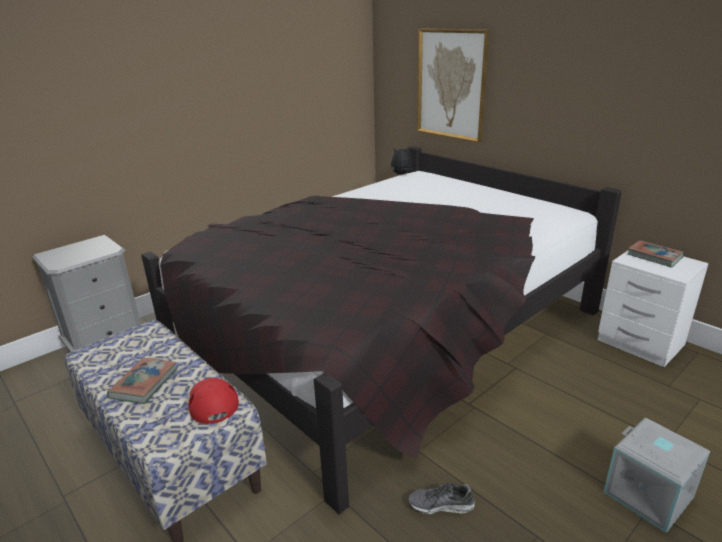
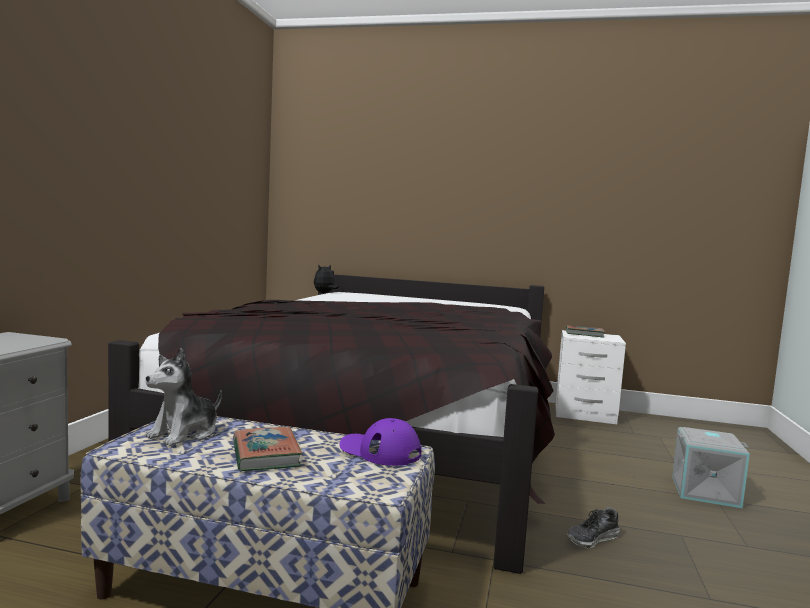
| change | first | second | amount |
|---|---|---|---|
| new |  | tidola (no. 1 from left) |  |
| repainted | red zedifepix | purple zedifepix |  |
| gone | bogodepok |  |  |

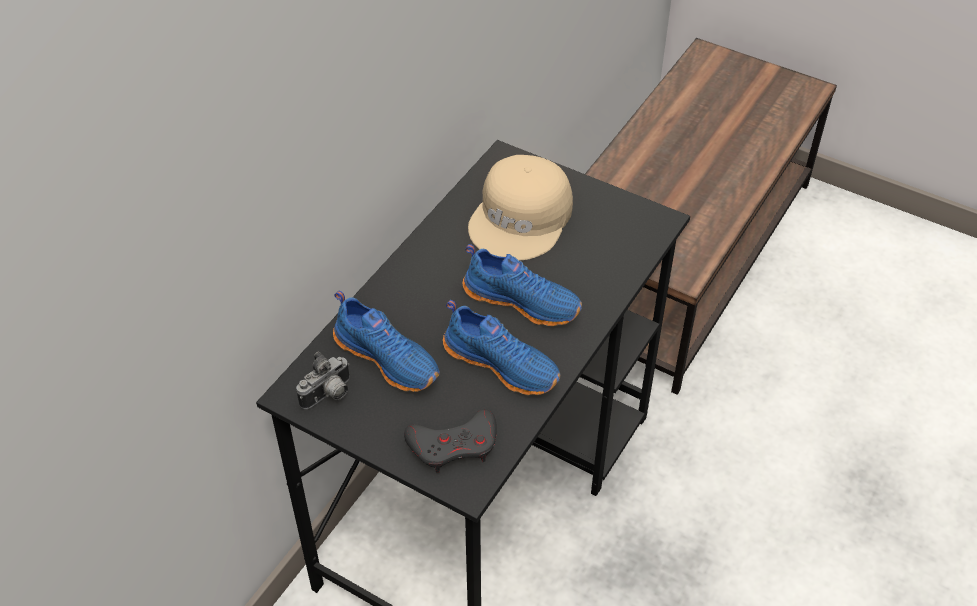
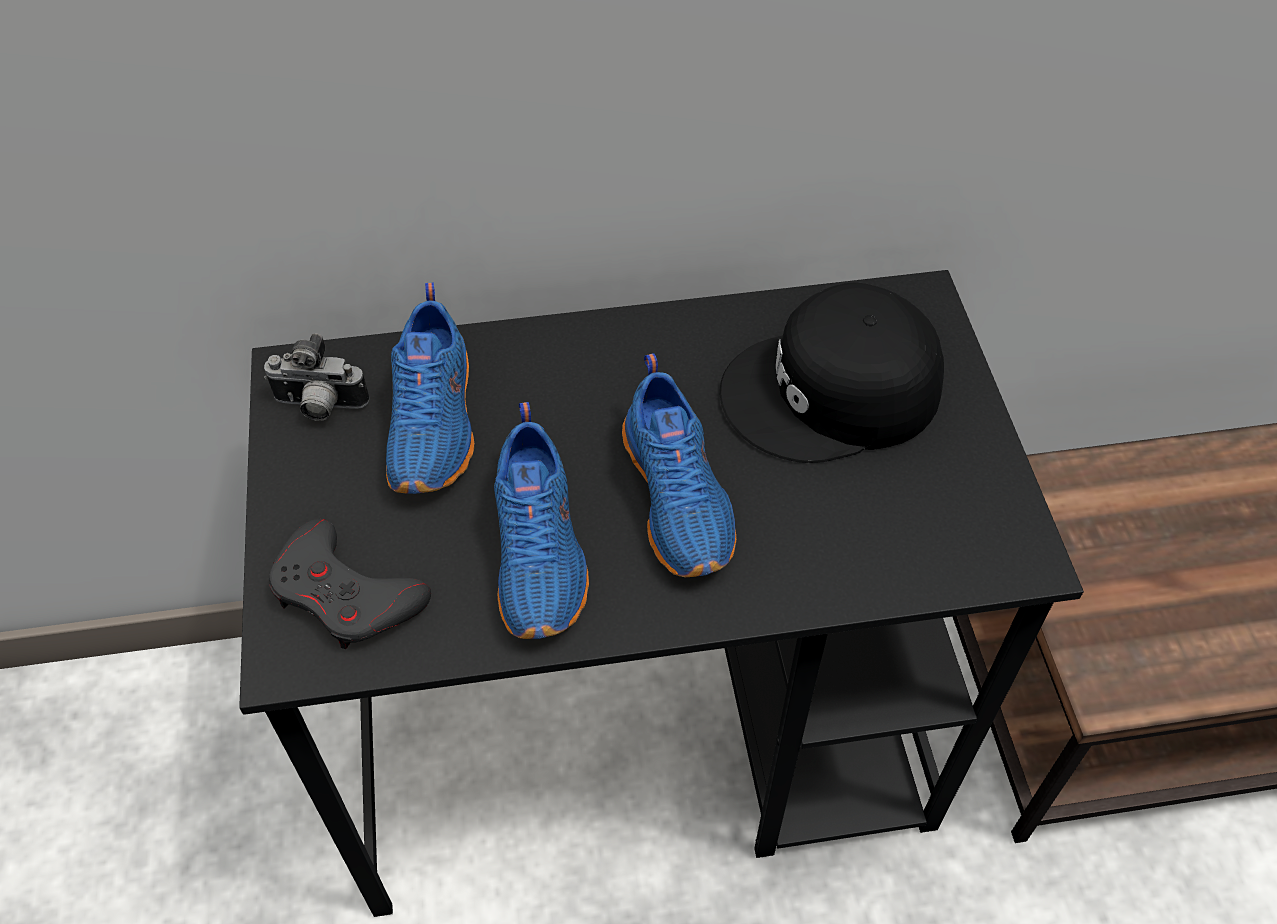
| change | first | second | amount |
|---|---|---|---|
| repainted | beige zedifepix | black zedifepix |  |

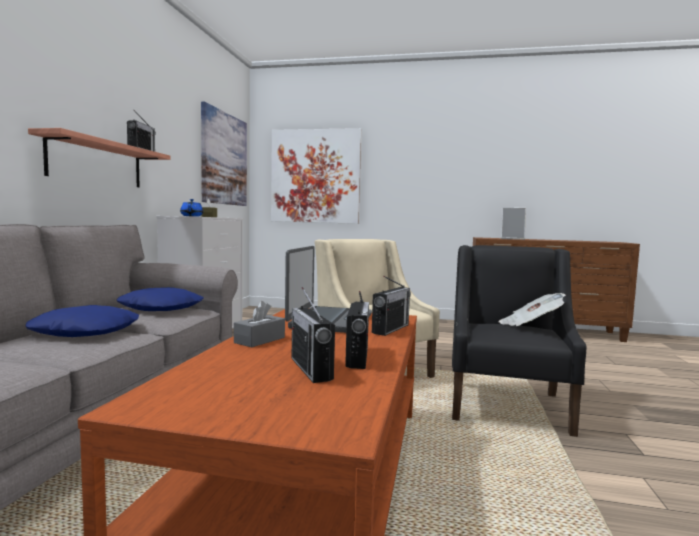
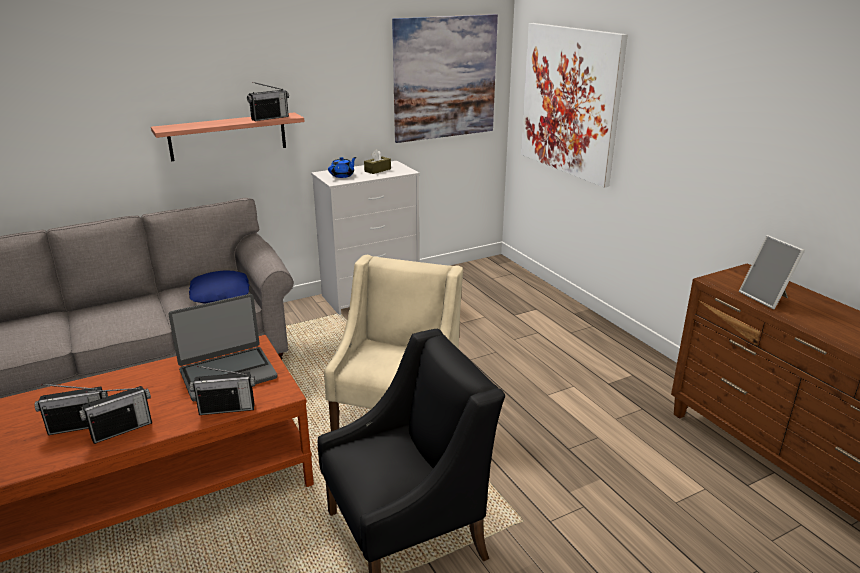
| change | first | second | amount |
|---|---|---|---|
| rotated | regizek (no. 2 from left in the first image) | regizek (no. 1 from left) | 135 degrees counterclockwise |
| gone | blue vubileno (no. 1 from left) |  |  |
| gone | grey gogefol |  |  |
| gone | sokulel |  |  |

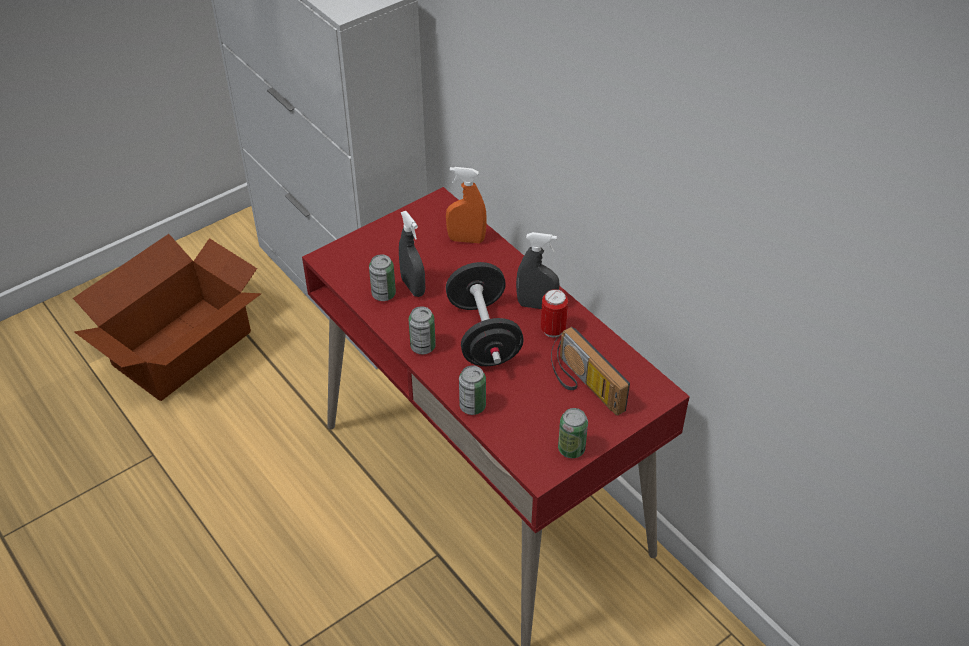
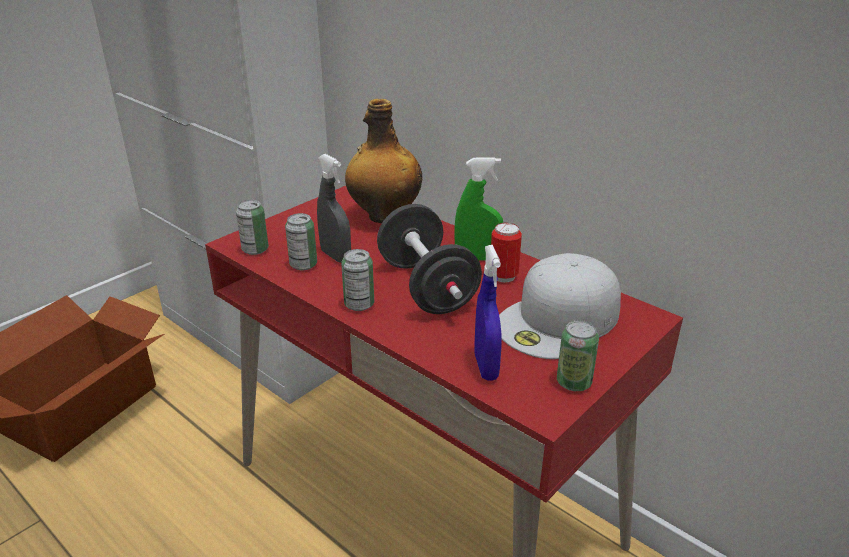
| change | first | second | amount |
|---|---|---|---|
| shifted | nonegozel (no. 3 from left in the first image) | nonegozel (no. 1 from left) |  |
| swapped | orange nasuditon | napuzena |  |
| repainted | grey nasuditon (no. 2 from left) | green nasuditon |  |
| new |  | blue nasuditon |  |
| swapped | regizek | white zedifepix |  |

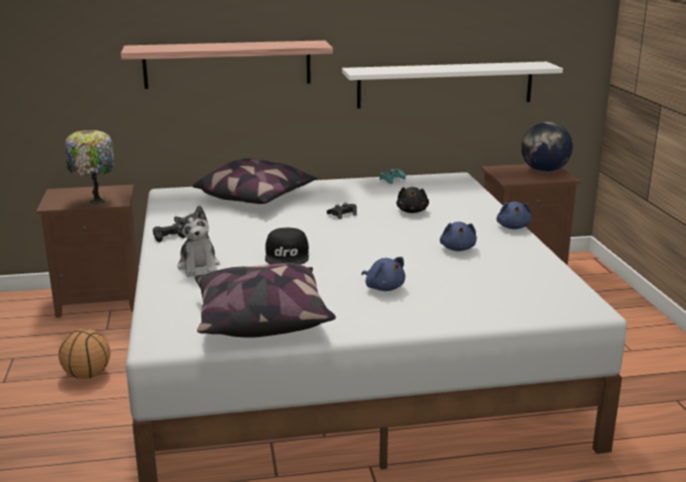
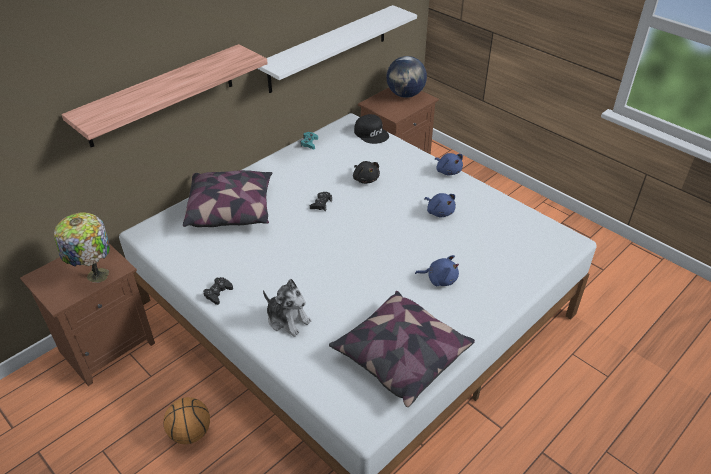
| change | first | second | amount |
|---|---|---|---|
| shifted | black zedifepix |  |  |

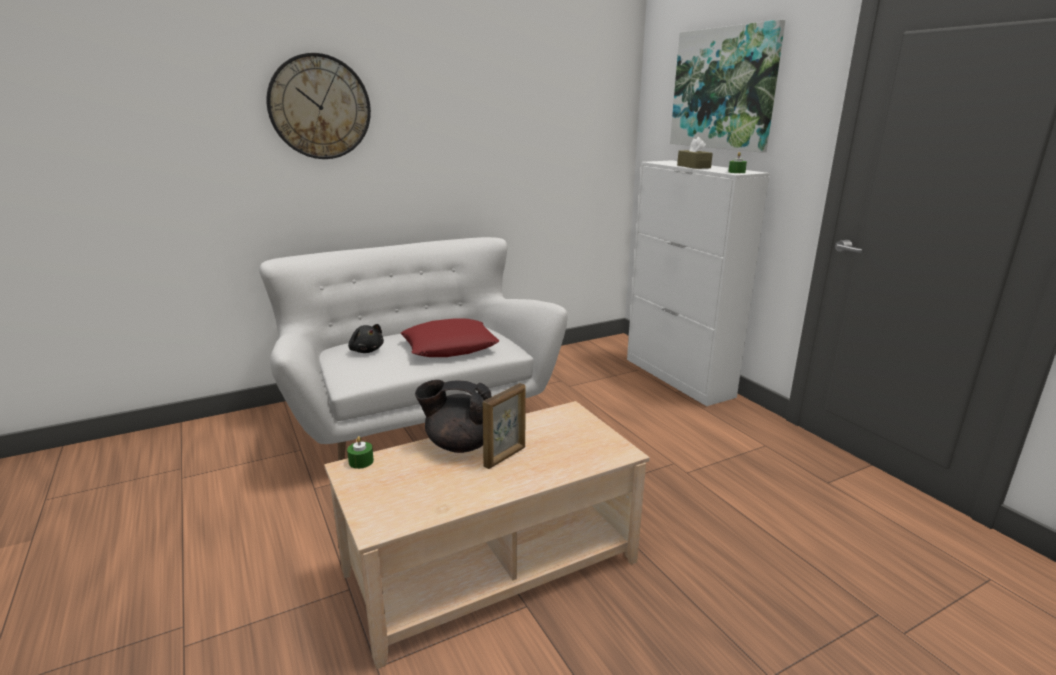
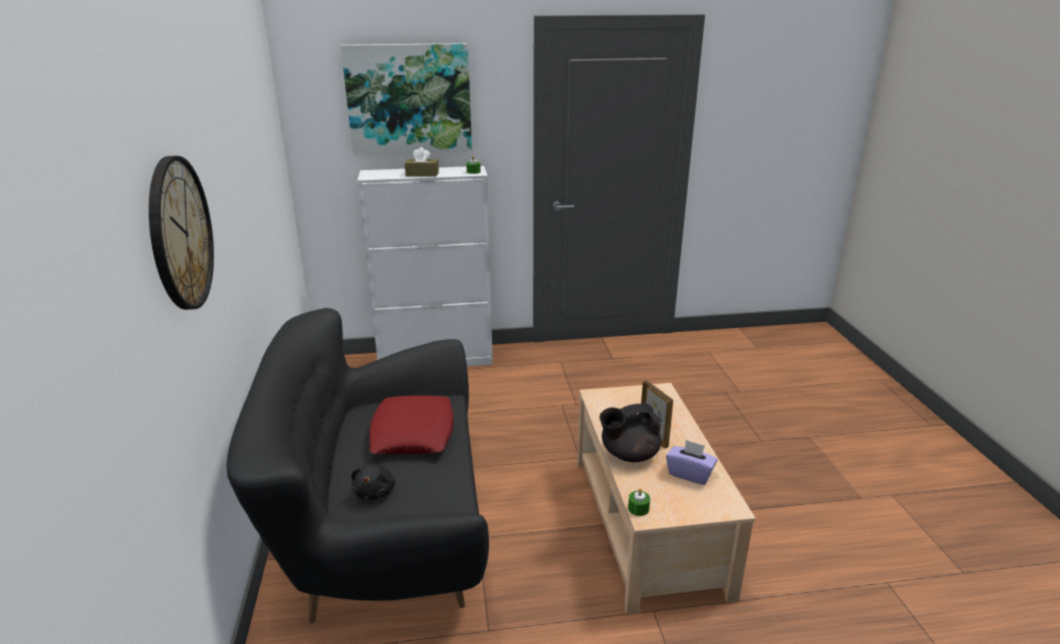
| change | first | second | amount |
|---|---|---|---|
| repainted | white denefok | black denefok |  |
| rotated | black tidola |  | 120 degrees clockwise |
| rotated | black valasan |  | 45 degrees clockwise |
| new |  | purple gogefol |  |

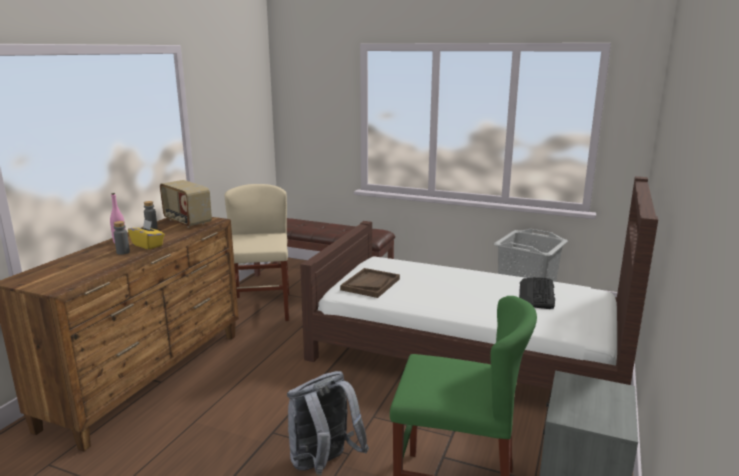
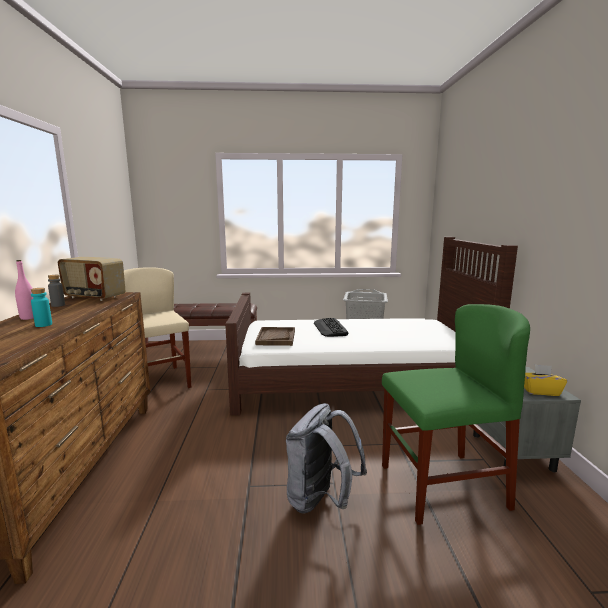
| change | first | second | amount |
|---|---|---|---|
| repainted | grey napuzena (no. 1 from left) | turquoise napuzena |  |
| shifted | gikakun |  |  |
| shifted | yellow gogefol |  |  |

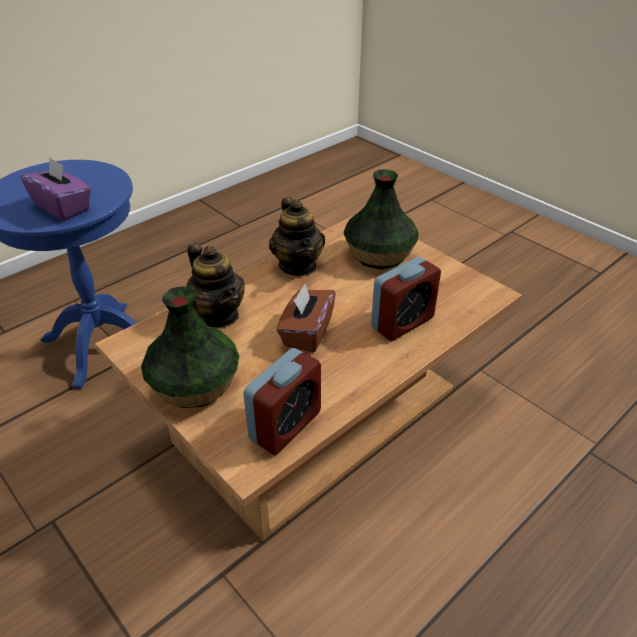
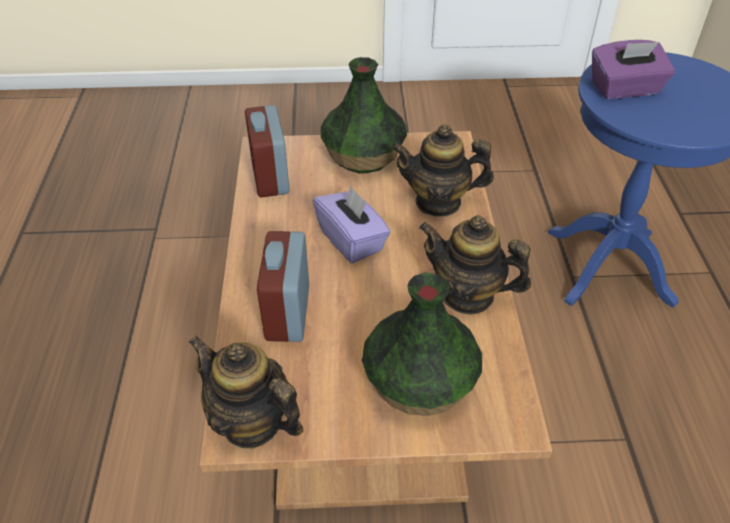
| change | first | second | amount |
|---|---|---|---|
| new |  | valasan (no. 1 from left) |  |
| repainted | brown gogefol | purple gogefol (no. 1 from left) |  |

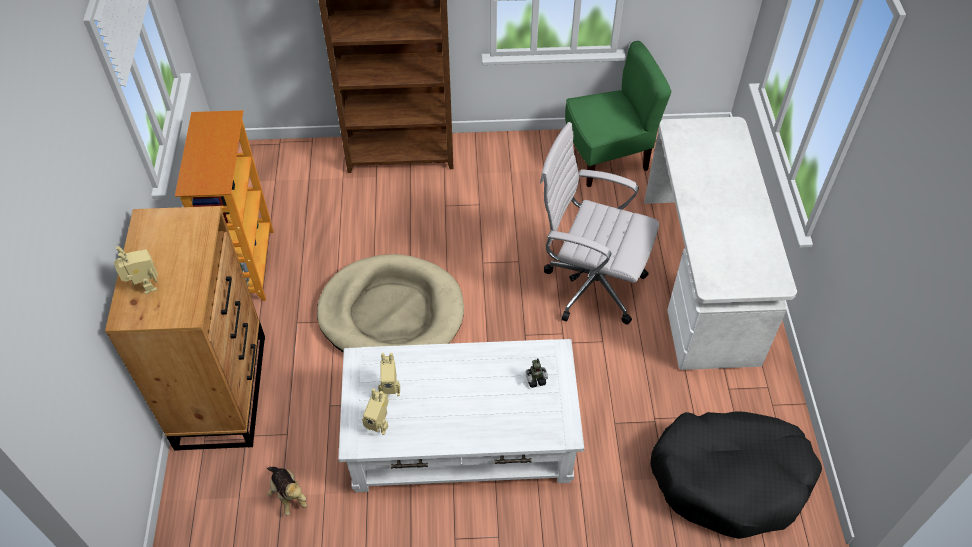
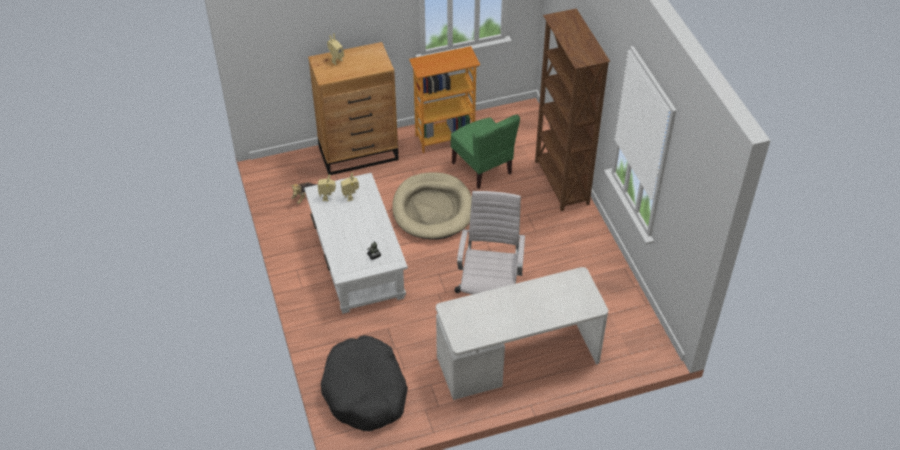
| change | first | second | amount |
|---|---|---|---|
| shifted | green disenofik |  |  |

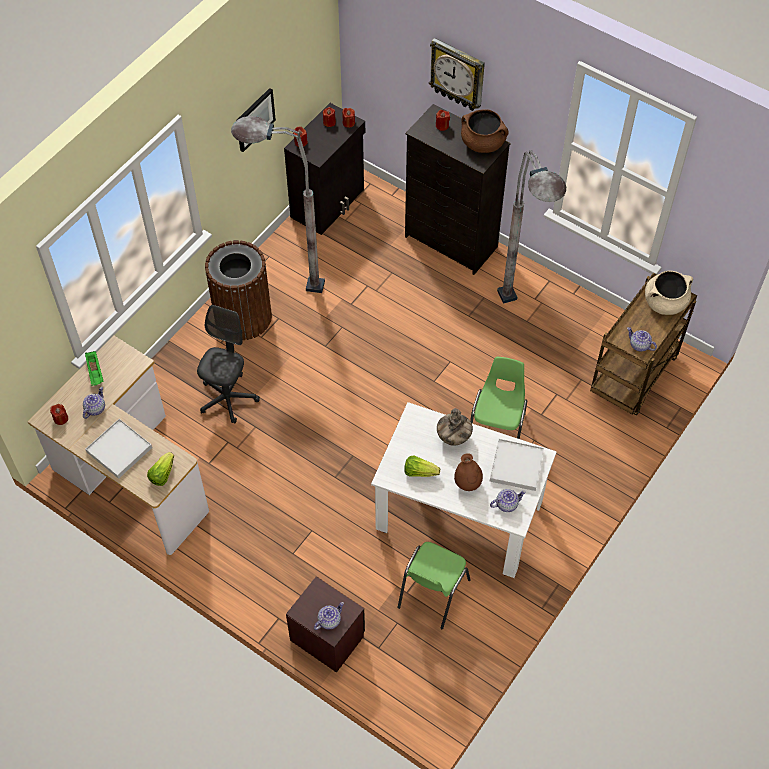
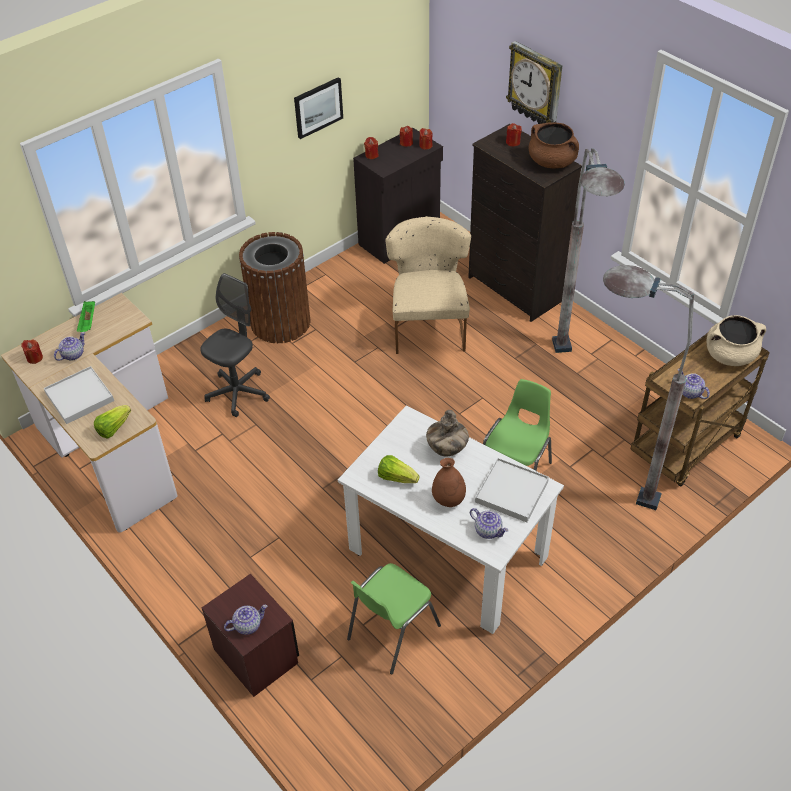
| change | first | second | amount |
|---|---|---|---|
| new |  | beige disenofik |  |
| rotated | valasan (no. 3 from left) |  | 45 degrees clockwise |
| shifted | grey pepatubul (no. 1 from left in the first image) | grey pepatubul (no. 2 from left) |  |

